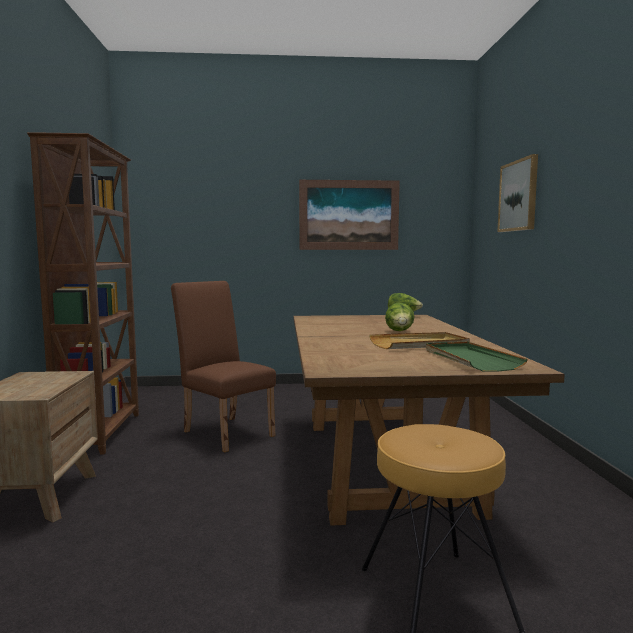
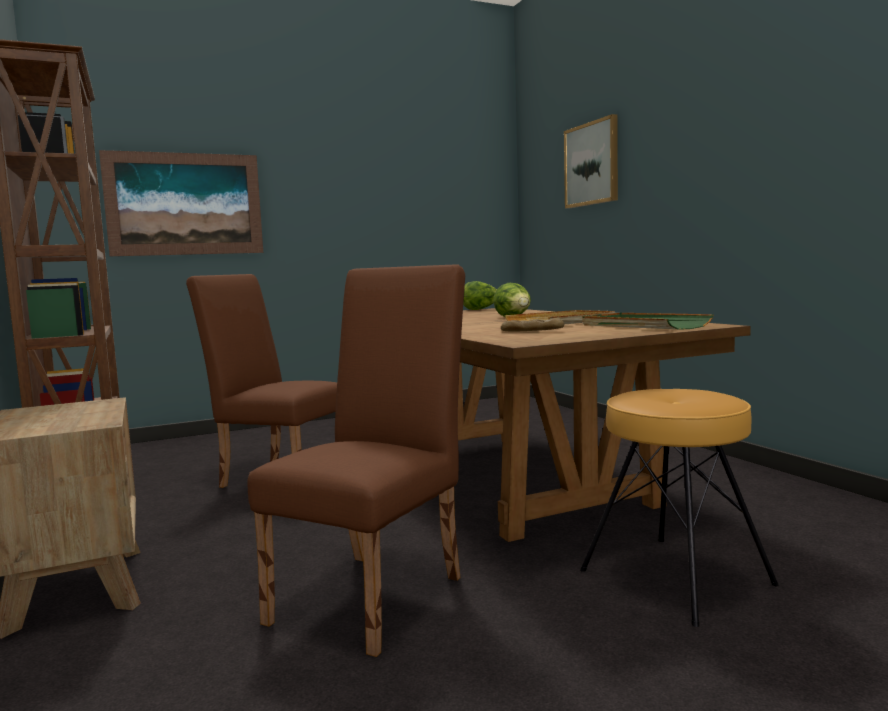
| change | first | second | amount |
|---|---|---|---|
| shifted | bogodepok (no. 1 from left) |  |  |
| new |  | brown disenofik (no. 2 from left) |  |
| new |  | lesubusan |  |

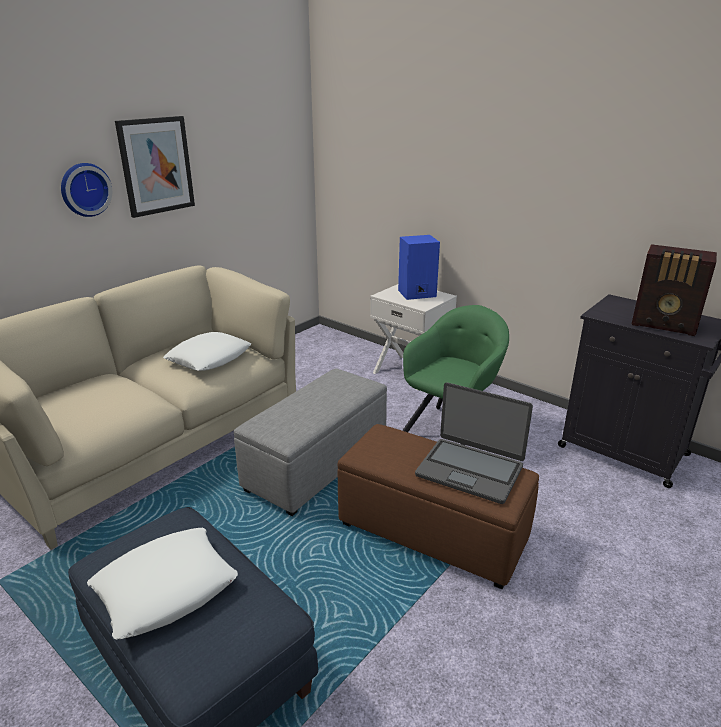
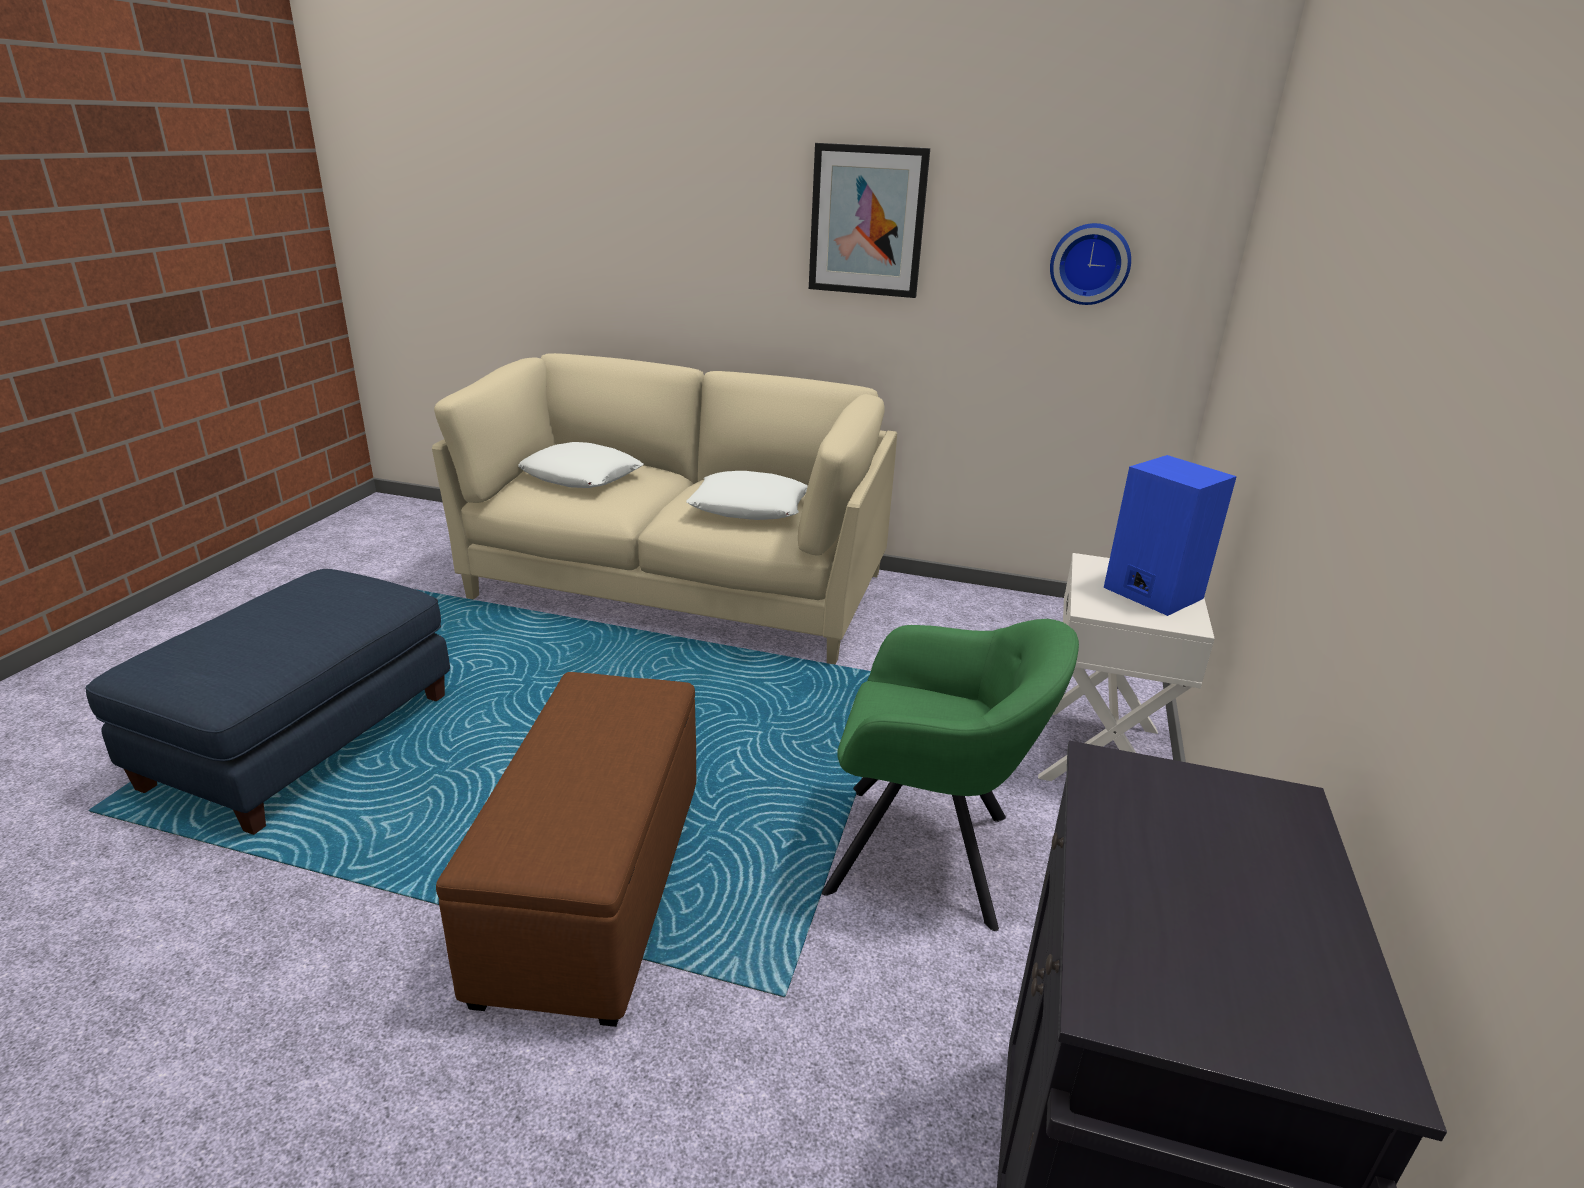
| change | first | second | amount |
|---|---|---|---|
| shifted | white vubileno (no. 1 from left) |  |  |
| shifted | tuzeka |  |  |
| gone | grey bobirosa |  |  |
| gone | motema |  |  |
| gone | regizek |  |  |

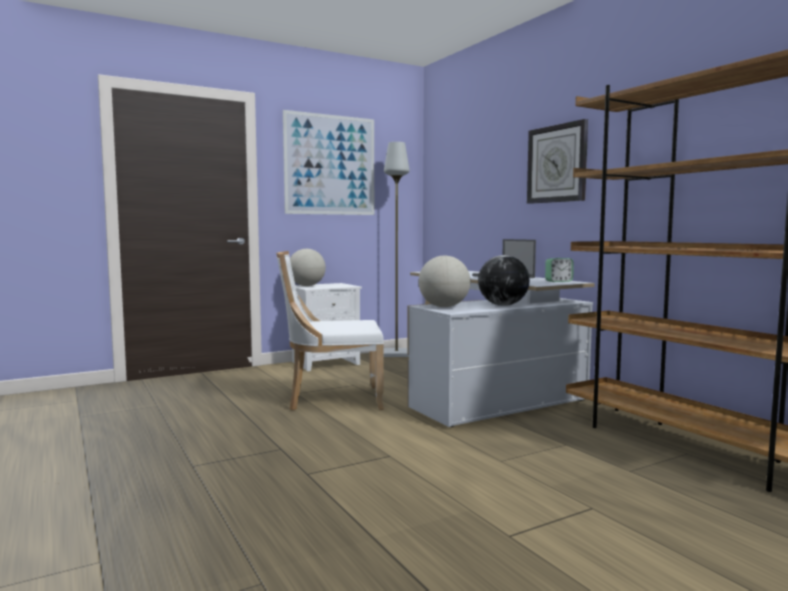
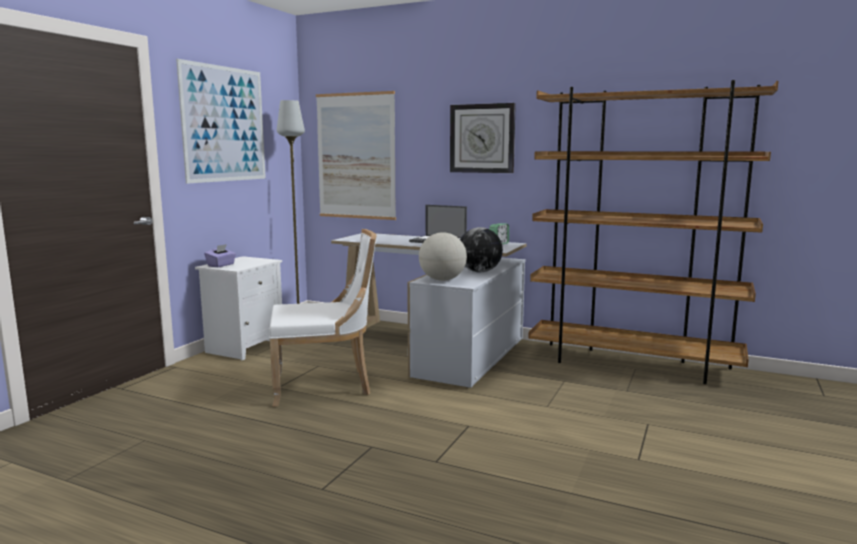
| change | first | second | amount |
|---|---|---|---|
| swapped | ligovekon (no. 1 from left) | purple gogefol |  |
| rotated | white disenofik |  | 150 degrees counterclockwise |
| new |  | bogodepok (no. 2 from left) |  |

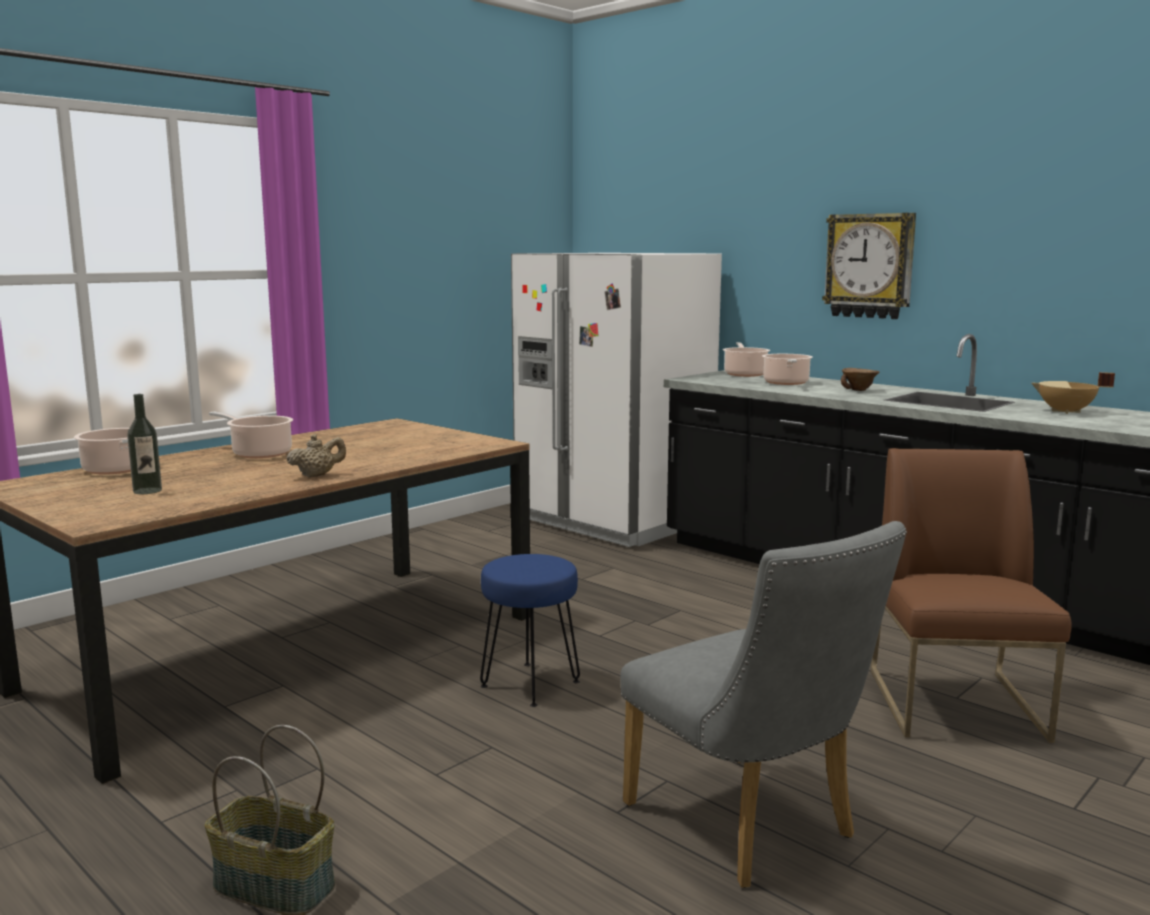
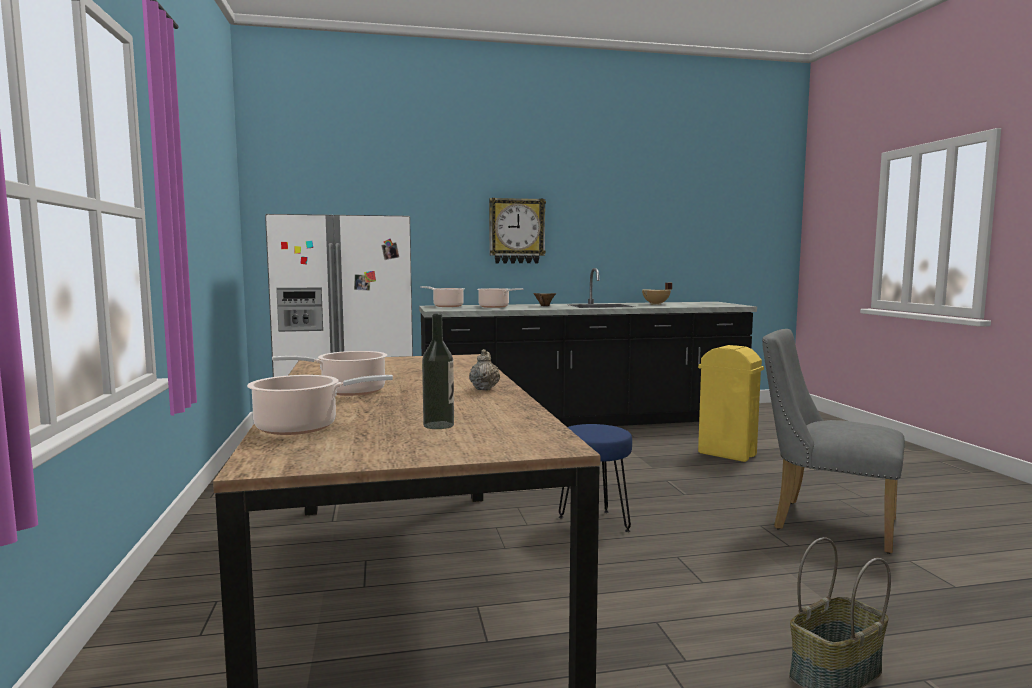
| change | first | second | amount |
|---|---|---|---|
| swapped | brown disenofik | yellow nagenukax |  |
| rotated | grey disenofik |  | 150 degrees counterclockwise |

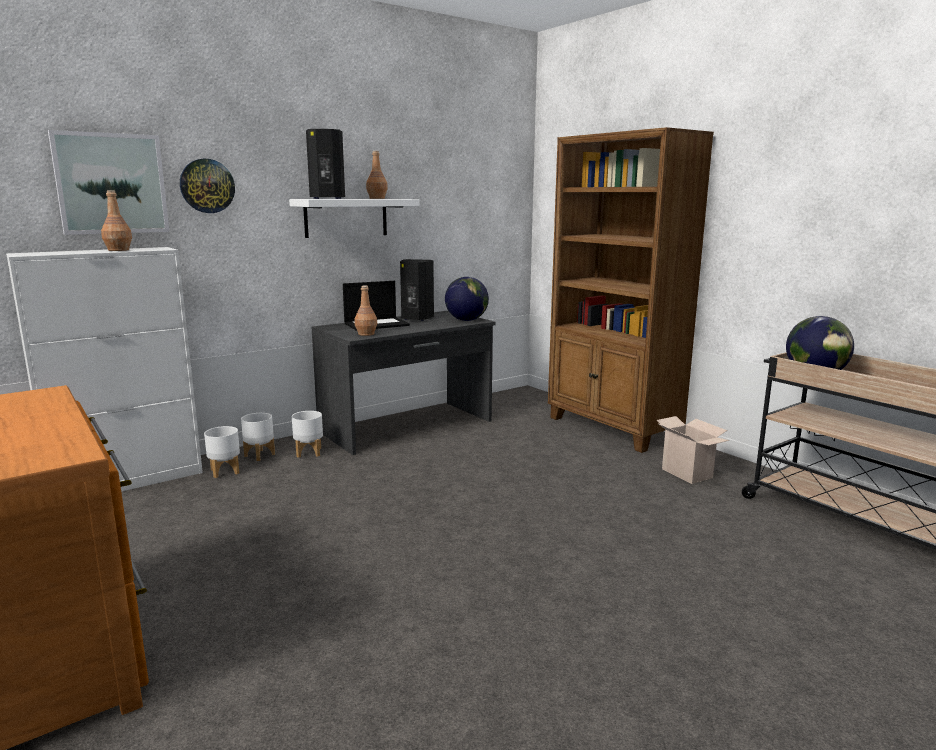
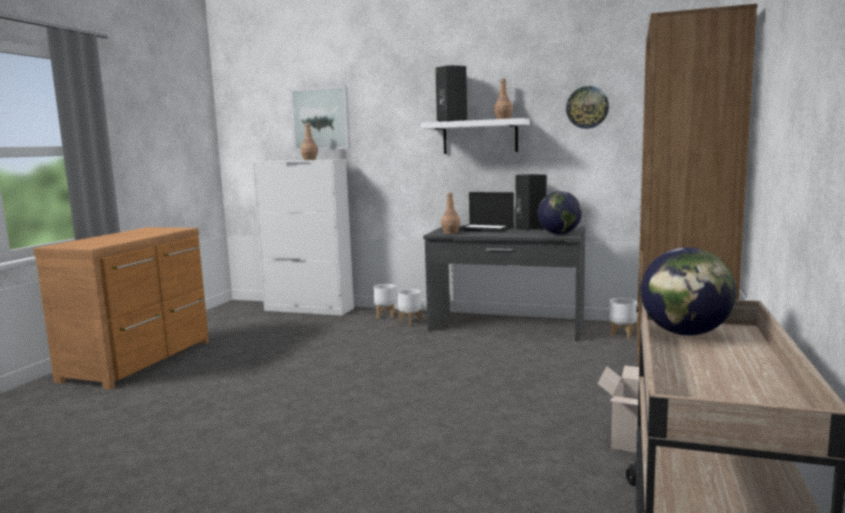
| change | first | second | amount |
|---|---|---|---|
| shifted | tuzeka |  |  |
| shifted | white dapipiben (no. 1 from left in the first image) | white dapipiben (no. 3 from left) |  |

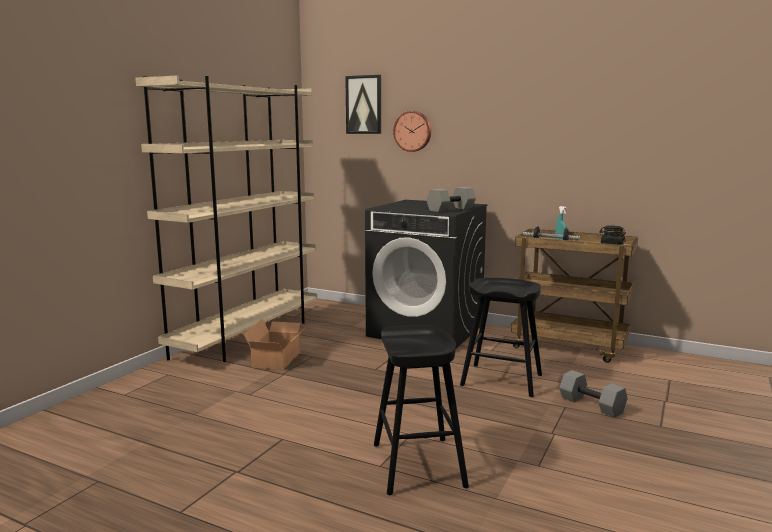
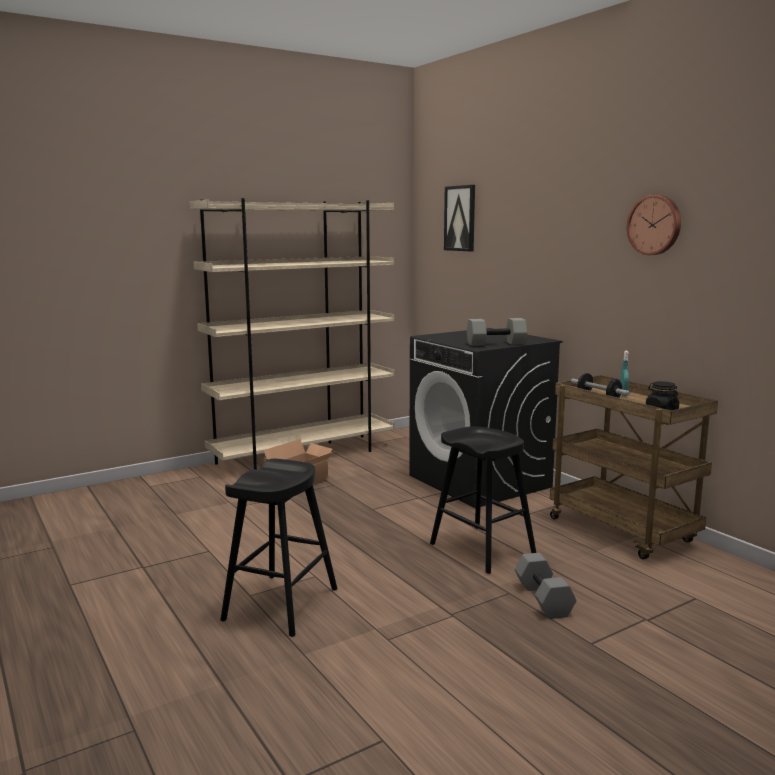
| change | first | second | amount |
|---|---|---|---|
| shifted | tuzeka |  |  |

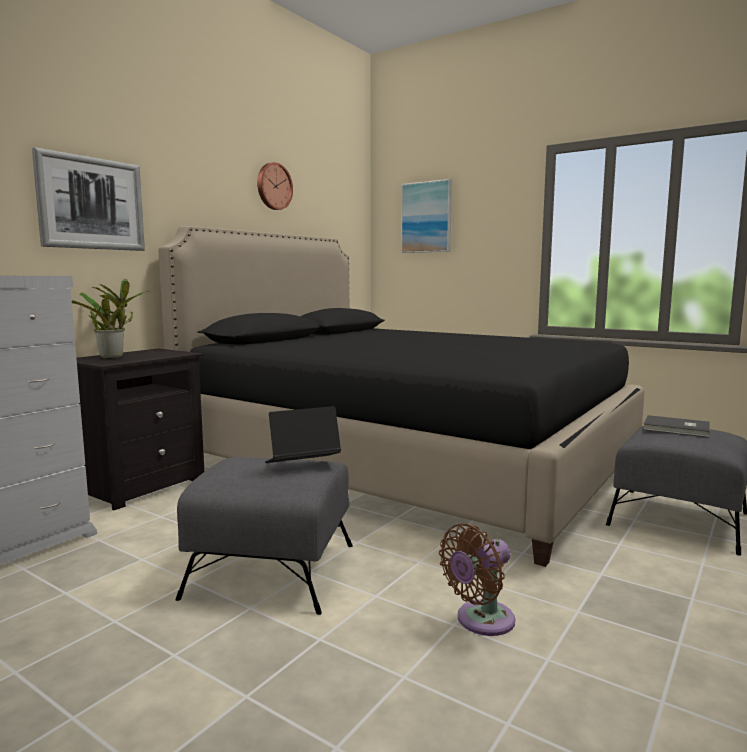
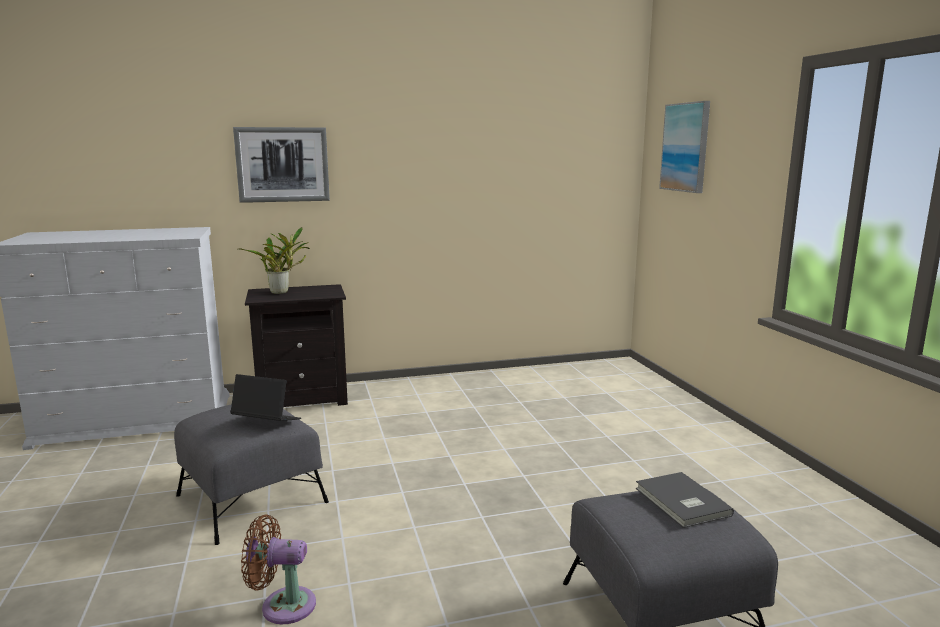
| change | first | second | amount |
|---|---|---|---|
| gone | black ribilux |  |  |
| gone | tuzeka |  |  |

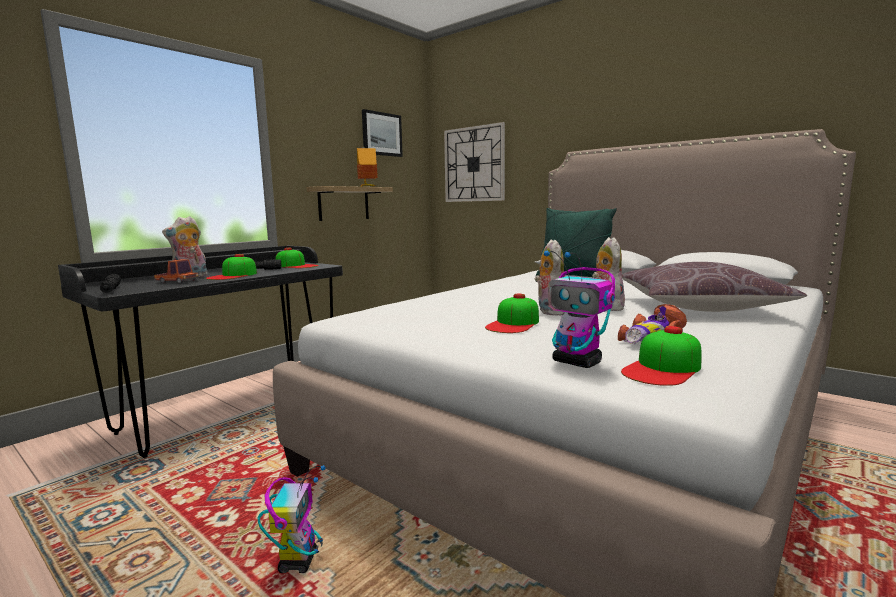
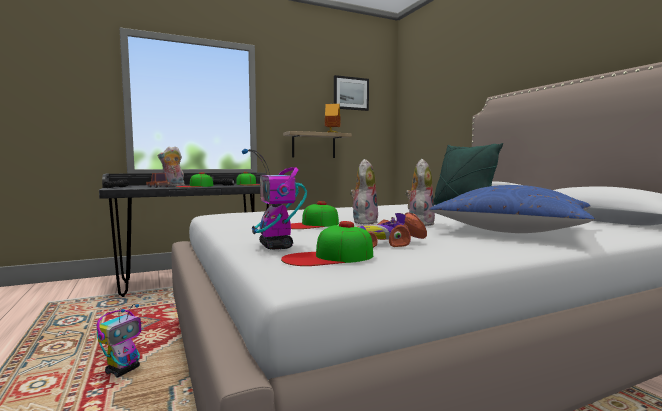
| change | first | second | amount |
|---|---|---|---|
| repainted | brown vubileno | blue vubileno |  |
| gone | tuzeka |  |  |

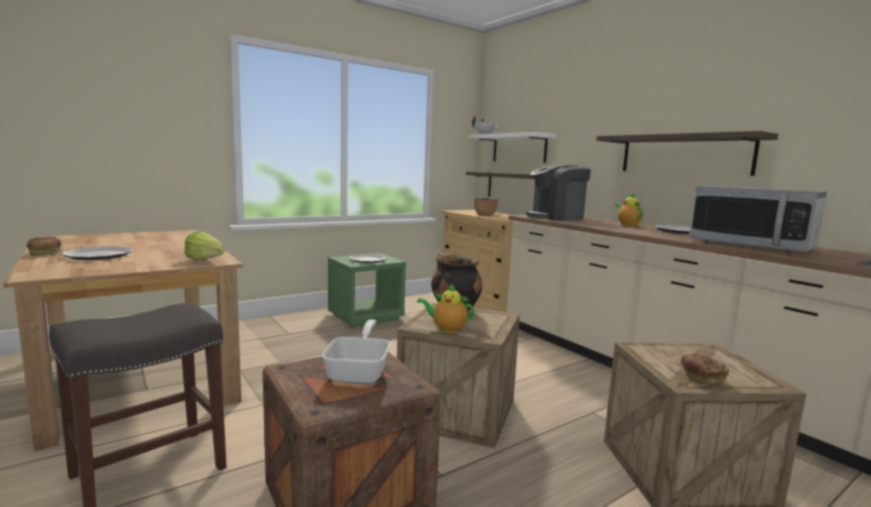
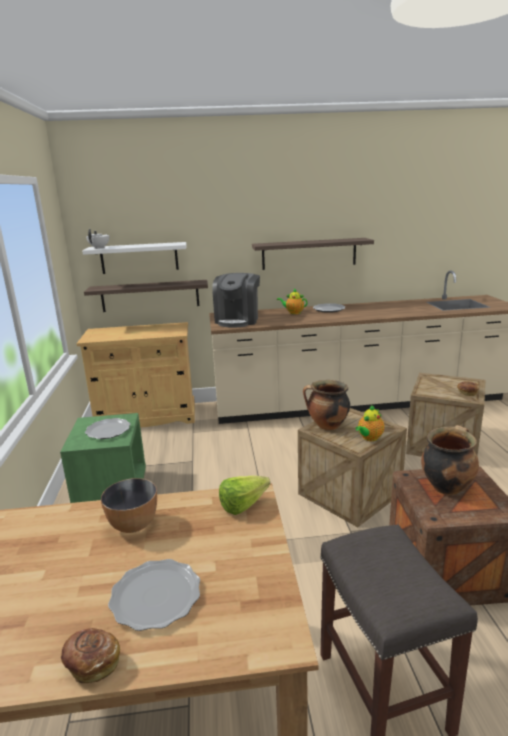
| change | first | second | amount |
|---|---|---|---|
| shifted | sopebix |  |  |
| swapped | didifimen | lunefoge (no. 2 from left) |  |
| gone | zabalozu |  |  |

